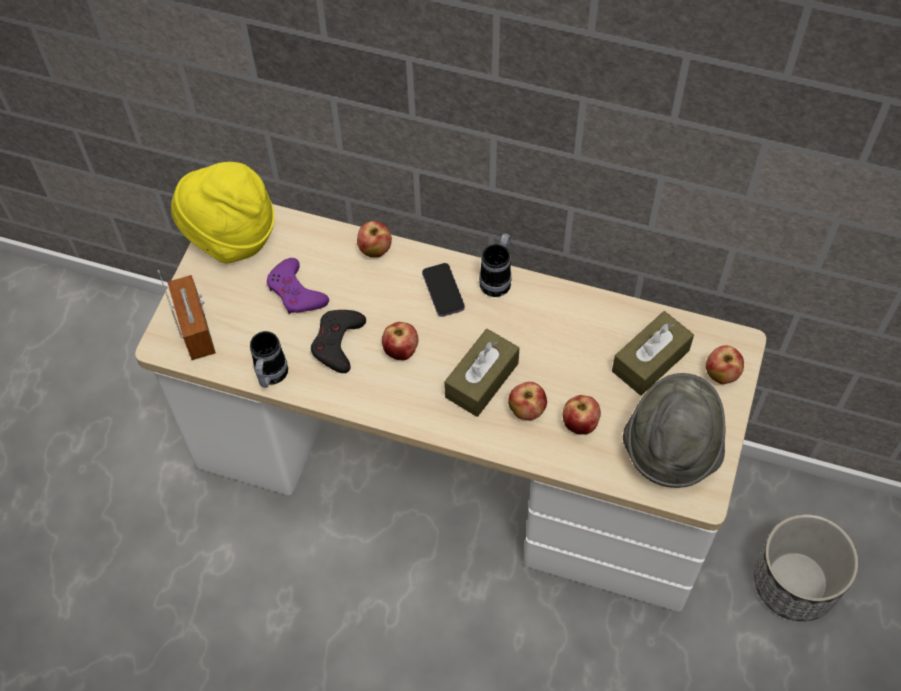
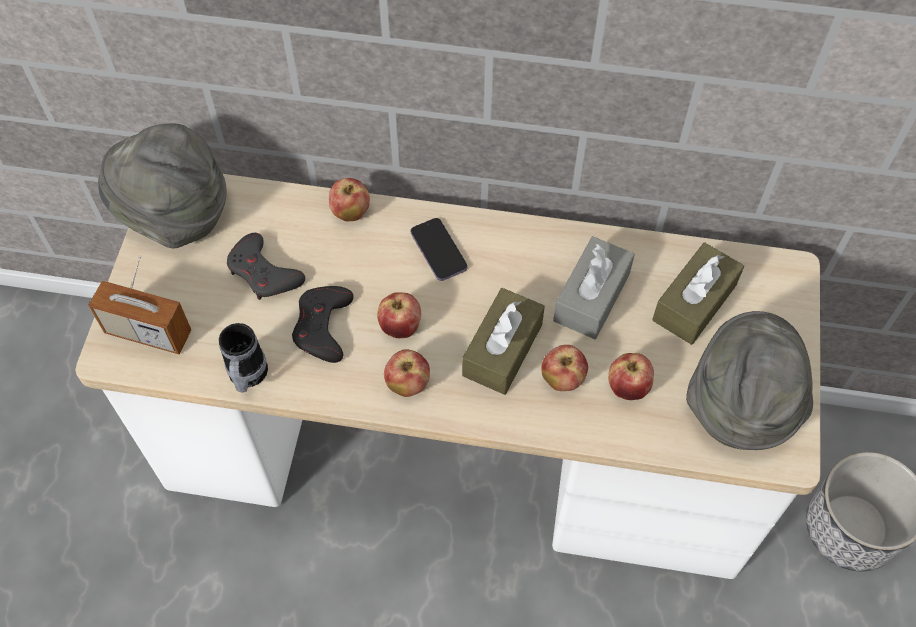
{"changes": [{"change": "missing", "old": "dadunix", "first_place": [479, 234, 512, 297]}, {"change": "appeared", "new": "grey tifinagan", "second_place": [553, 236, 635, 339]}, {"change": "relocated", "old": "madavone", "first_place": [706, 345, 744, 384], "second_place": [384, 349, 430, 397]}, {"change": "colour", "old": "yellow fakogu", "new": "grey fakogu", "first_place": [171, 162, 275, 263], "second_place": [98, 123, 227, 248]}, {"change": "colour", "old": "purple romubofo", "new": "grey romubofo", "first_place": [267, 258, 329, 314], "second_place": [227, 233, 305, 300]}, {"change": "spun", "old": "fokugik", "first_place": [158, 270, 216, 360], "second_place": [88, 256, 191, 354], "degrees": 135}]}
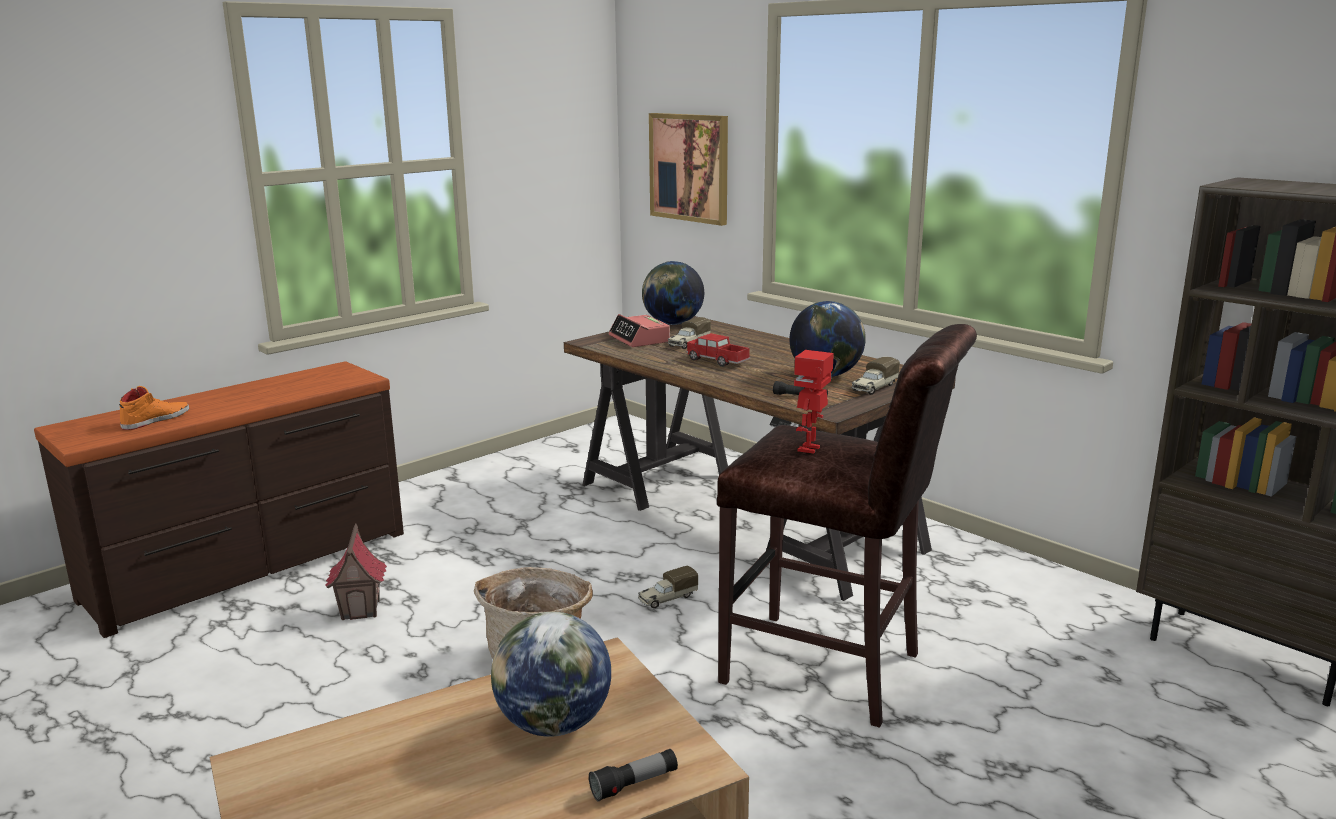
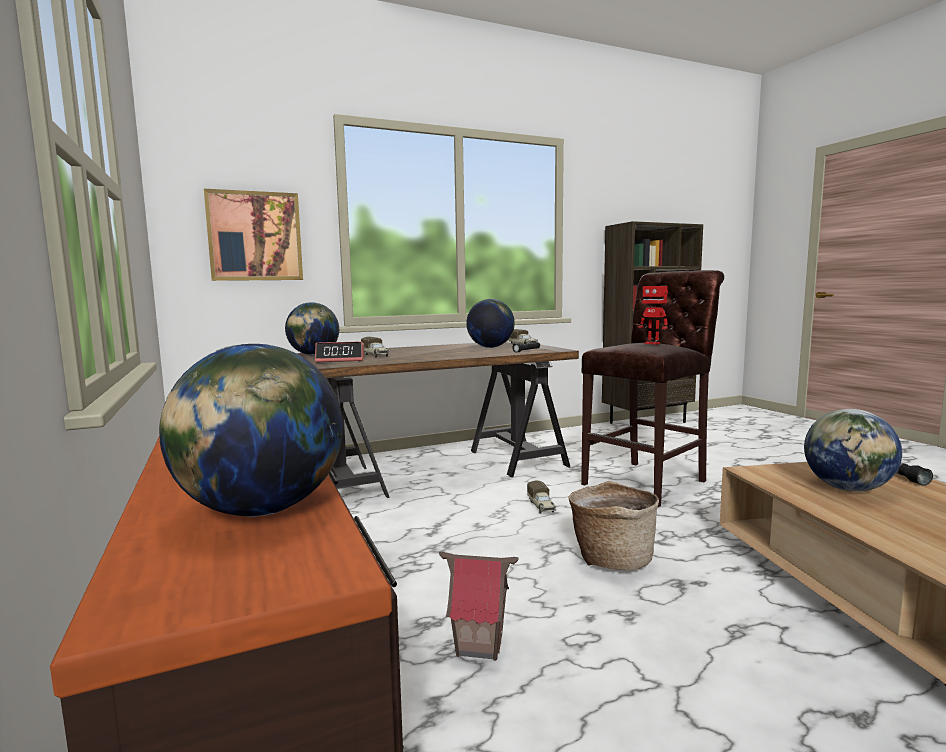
{"changes": [{"change": "missing", "old": "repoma", "first_place": [686, 333, 751, 367]}, {"change": "exchanged", "old": "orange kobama", "new": "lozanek", "first_place": [119, 386, 190, 430], "second_place": [159, 344, 343, 517]}]}
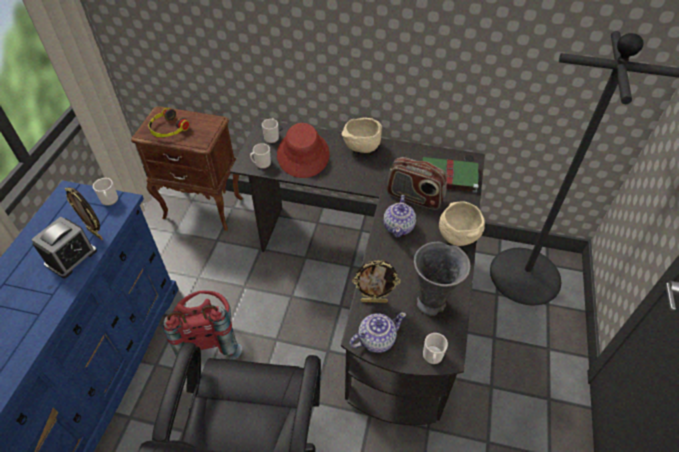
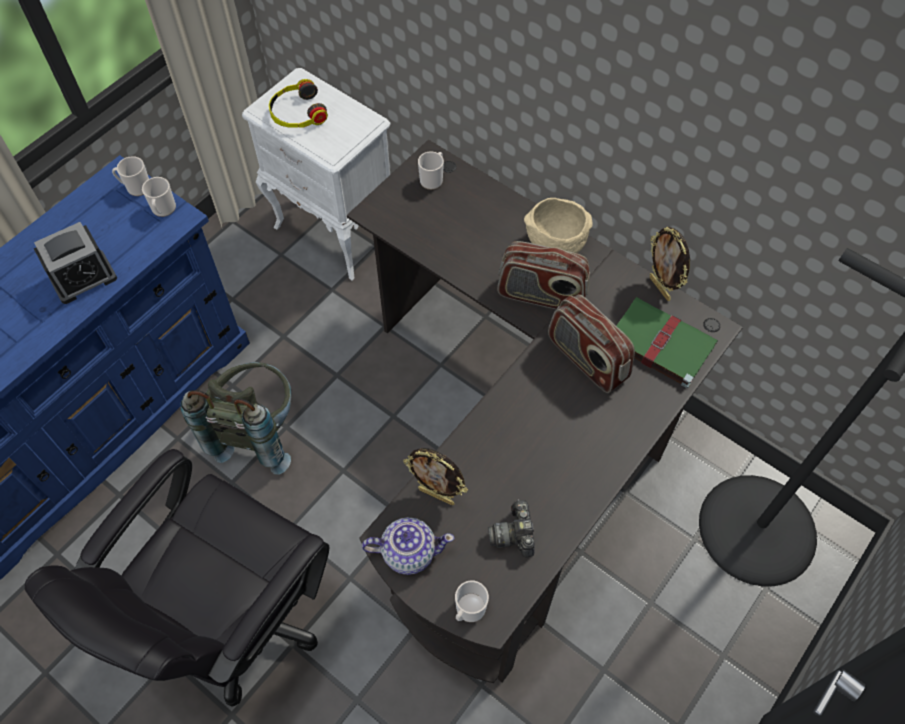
{"changes": [{"change": "missing", "old": "red fakogu", "first_place": [277, 123, 329, 178]}, {"change": "missing", "old": "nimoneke", "first_place": [384, 195, 416, 238]}, {"change": "missing", "old": "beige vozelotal", "first_place": [439, 201, 485, 246]}, {"change": "appeared", "new": "fokugik", "second_place": [497, 241, 590, 310]}, {"change": "relocated", "old": "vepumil", "first_place": [65, 187, 103, 240], "second_place": [650, 227, 690, 301]}, {"change": "relocated", "old": "dadunix", "first_place": [250, 143, 271, 169], "second_place": [112, 156, 149, 196]}, {"change": "exchanged", "old": "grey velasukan", "new": "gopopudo", "first_place": [414, 242, 471, 316], "second_place": [488, 499, 535, 557]}, {"change": "colour", "old": "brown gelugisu", "new": "white gelugisu", "first_place": [131, 106, 243, 231], "second_place": [242, 68, 391, 281]}, {"change": "colour", "old": "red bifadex", "new": "grey bifadex", "first_place": [162, 290, 242, 360], "second_place": [181, 362, 291, 475]}]}
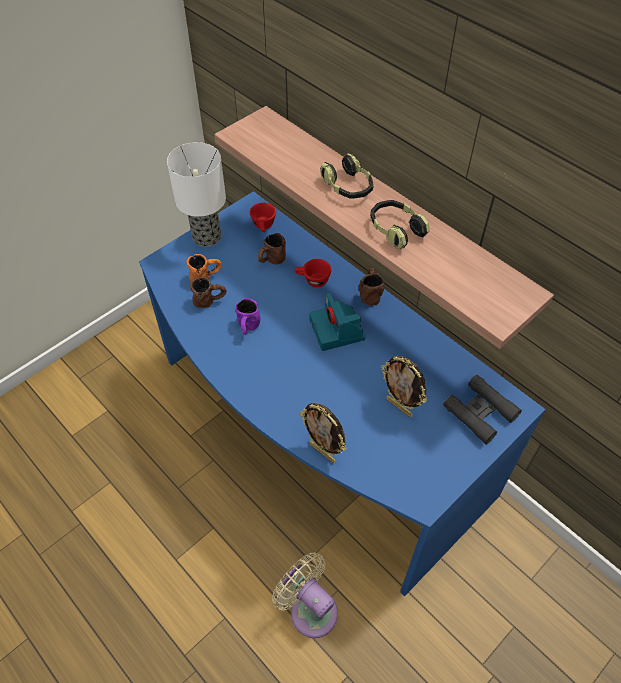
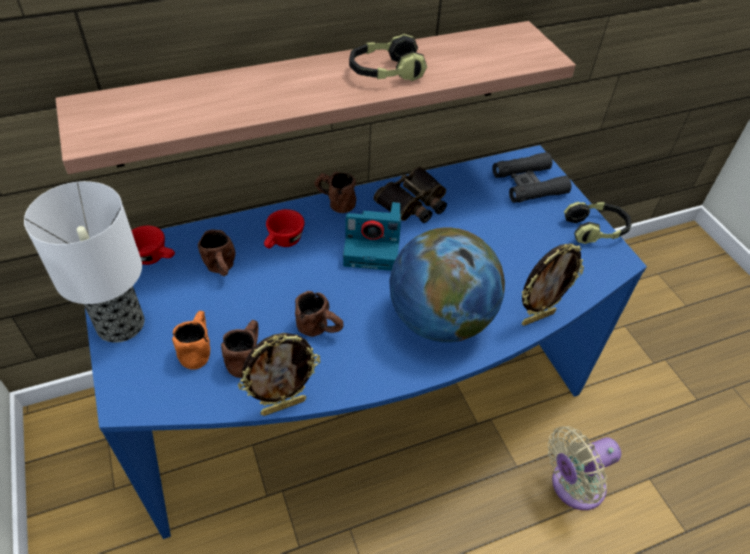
{"changes": [{"change": "appeared", "new": "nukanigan", "second_place": [374, 166, 447, 223]}, {"change": "appeared", "new": "lozanek", "second_place": [389, 228, 505, 342]}, {"change": "relocated", "old": "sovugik", "first_place": [320, 153, 374, 199], "second_place": [564, 201, 632, 244]}, {"change": "relocated", "old": "vepumil", "first_place": [381, 356, 427, 417], "second_place": [238, 333, 321, 416]}, {"change": "colour", "old": "purple dadunix", "new": "brown dadunix", "first_place": [235, 298, 260, 335], "second_place": [295, 291, 344, 337]}]}
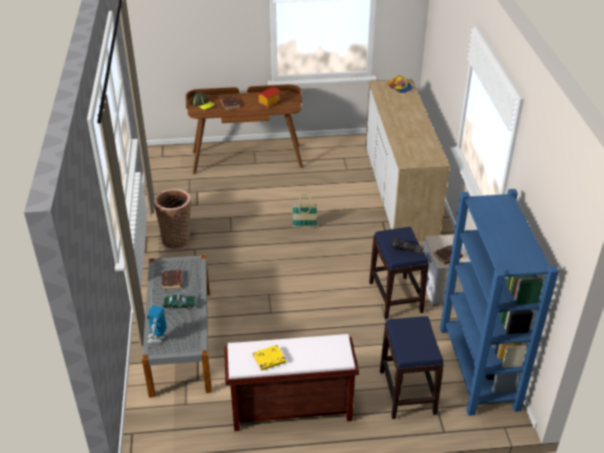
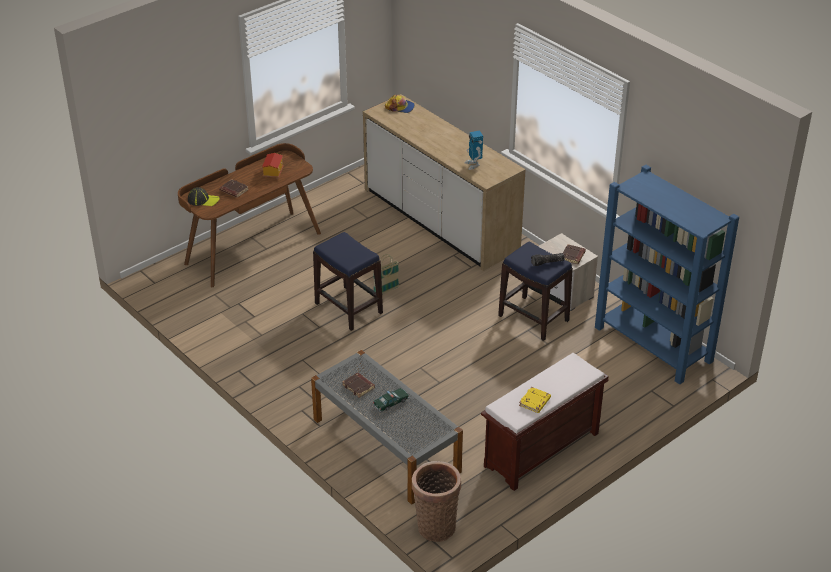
{"changes": [{"change": "relocated", "old": "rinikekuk", "first_place": [147, 305, 167, 343], "second_place": [465, 131, 483, 170]}, {"change": "relocated", "old": "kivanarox", "first_place": [154, 189, 191, 249], "second_place": [412, 461, 461, 542]}, {"change": "relocated", "old": "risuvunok", "first_place": [380, 316, 444, 419], "second_place": [313, 232, 383, 331]}]}
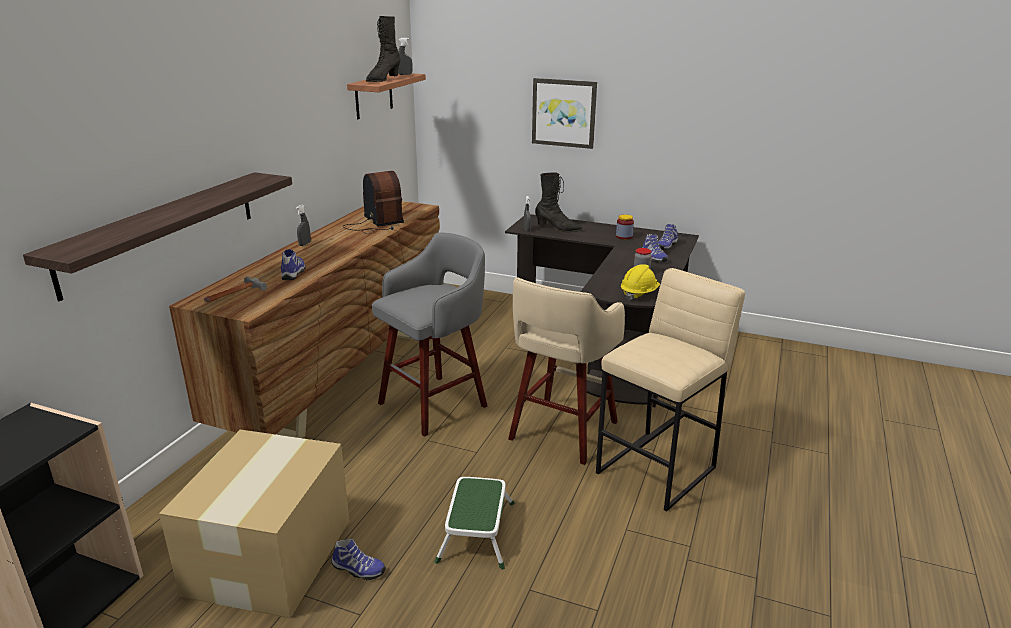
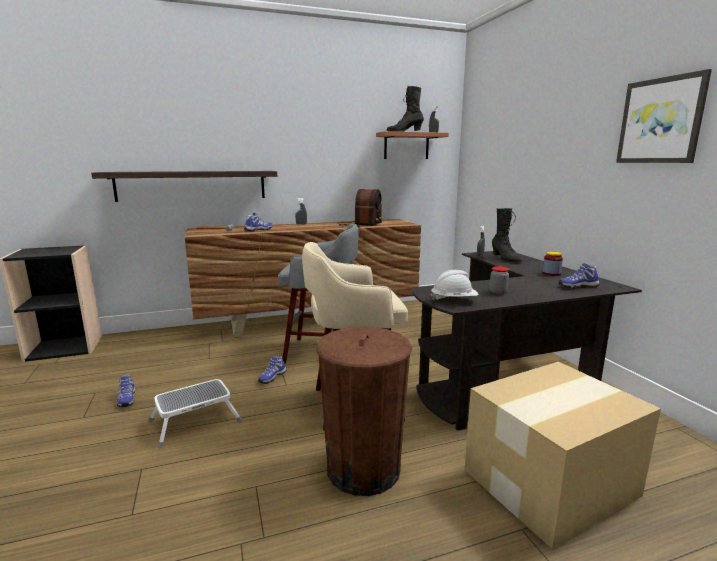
{"changes": [{"change": "relocated", "old": "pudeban", "first_place": [159, 430, 349, 618], "second_place": [465, 362, 661, 549]}, {"change": "relocated", "old": "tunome", "first_place": [532, 78, 597, 149], "second_place": [616, 69, 712, 163]}, {"change": "relocated", "old": "kobama", "first_place": [642, 234, 668, 262], "second_place": [258, 356, 286, 384]}, {"change": "exchanged", "old": "beige risuvunok", "new": "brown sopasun", "first_place": [596, 268, 745, 511], "second_place": [316, 327, 412, 496]}, {"change": "colour", "old": "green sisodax", "new": "grey sisodax", "first_place": [434, 477, 515, 570], "second_place": [148, 379, 242, 448]}, {"change": "colour", "old": "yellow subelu", "new": "white subelu", "first_place": [621, 264, 660, 300], "second_place": [431, 270, 478, 301]}]}
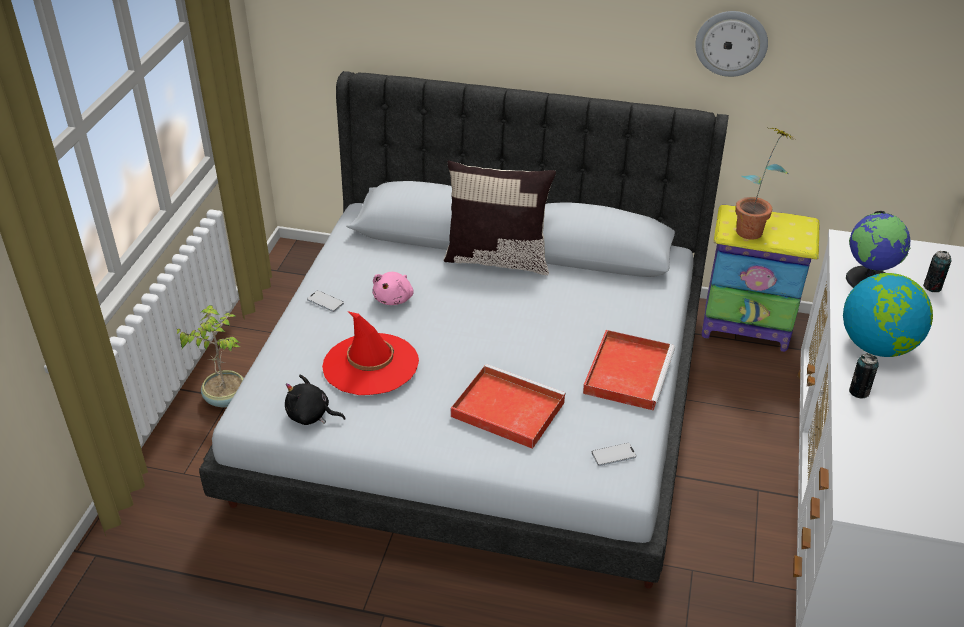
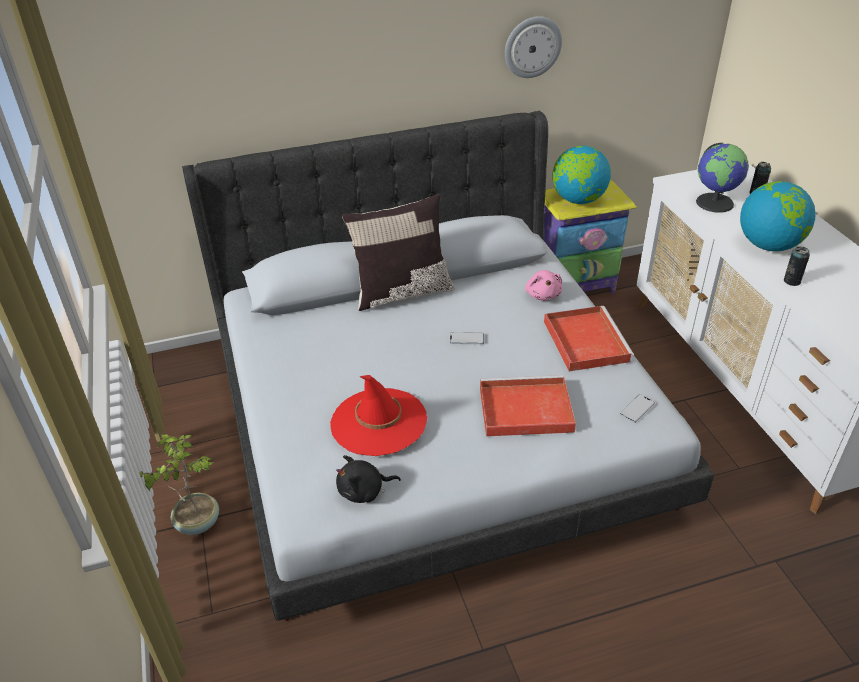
{"changes": [{"change": "relocated", "old": "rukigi", "first_place": [307, 290, 344, 312], "second_place": [450, 332, 484, 344]}, {"change": "relocated", "old": "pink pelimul", "first_place": [373, 272, 414, 305], "second_place": [525, 270, 562, 300]}, {"change": "exchanged", "old": "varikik", "new": "lozanek", "first_place": [735, 128, 795, 240], "second_place": [552, 146, 611, 204]}]}
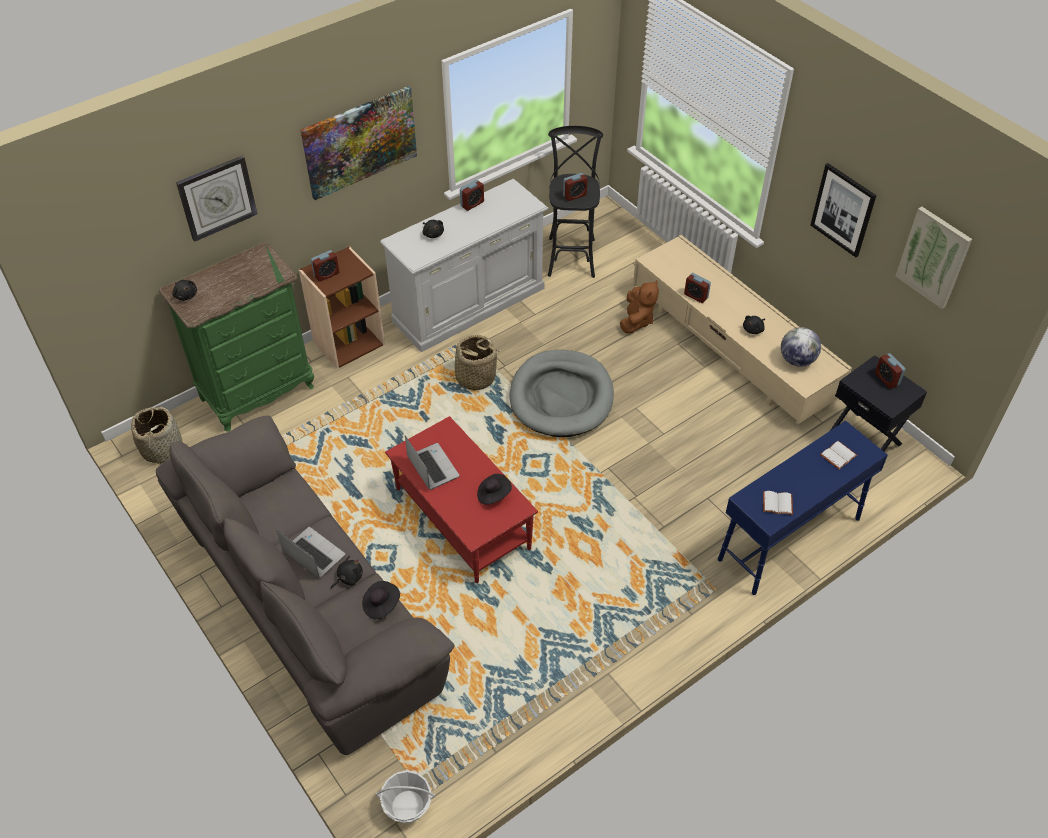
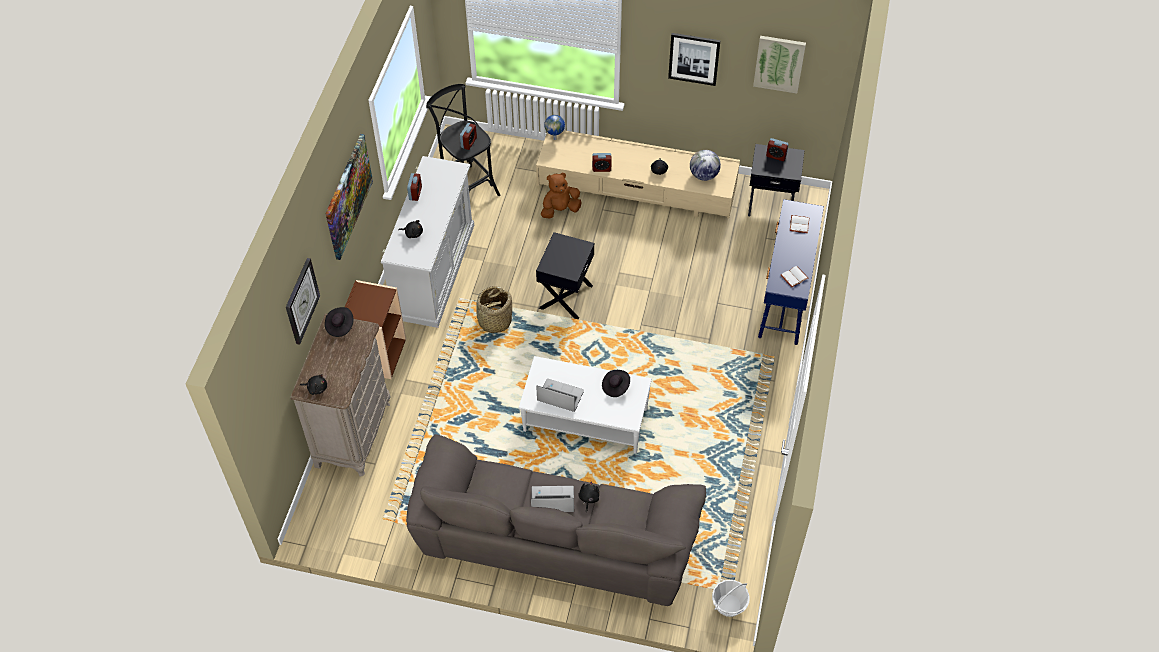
{"changes": [{"change": "missing", "old": "kivanarox", "first_place": [131, 406, 183, 465]}, {"change": "missing", "old": "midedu", "first_place": [311, 250, 339, 282]}, {"change": "appeared", "new": "lozanek", "second_place": [544, 115, 565, 140]}, {"change": "relocated", "old": "black fakogu", "first_place": [362, 581, 400, 619], "second_place": [325, 307, 354, 337]}, {"change": "exchanged", "old": "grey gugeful", "new": "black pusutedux", "first_place": [509, 350, 614, 437], "second_place": [536, 232, 594, 319]}, {"change": "colour", "old": "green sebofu", "new": "beige sebofu", "first_place": [159, 242, 314, 432], "second_place": [290, 314, 390, 477]}, {"change": "colour", "old": "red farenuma", "new": "white farenuma", "first_place": [385, 416, 538, 583], "second_place": [518, 356, 652, 454]}, {"change": "spun", "old": "brown pelimul", "first_place": [620, 280, 659, 333], "second_place": [541, 173, 582, 219], "degrees": -90}]}
